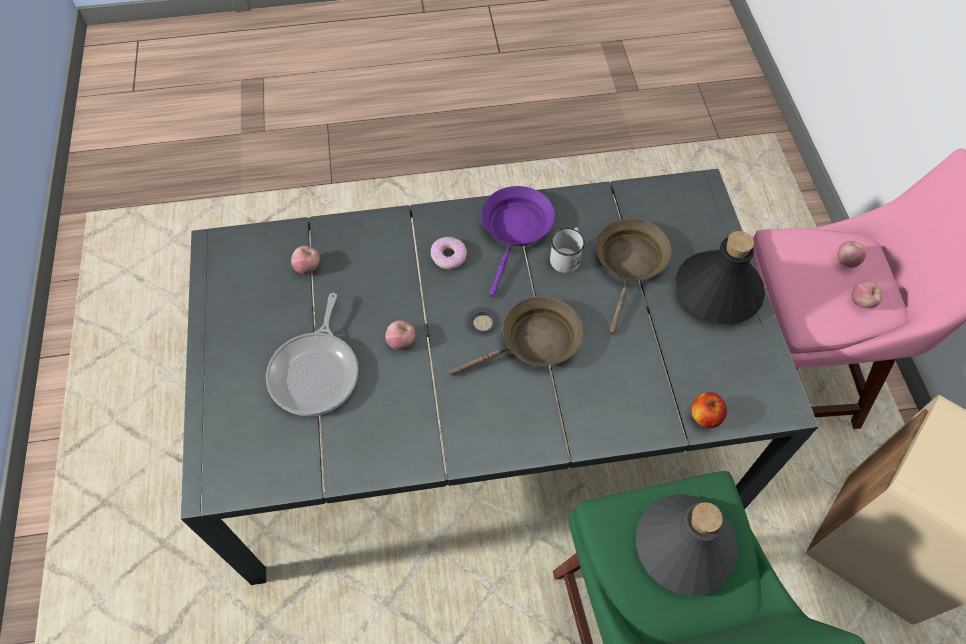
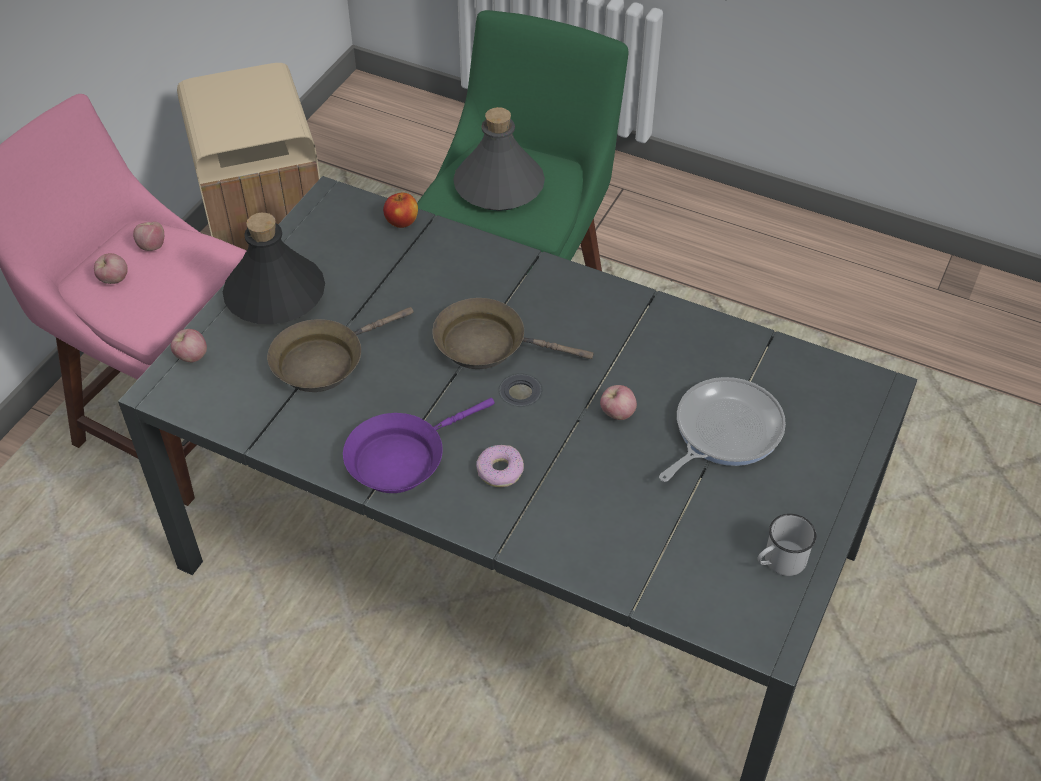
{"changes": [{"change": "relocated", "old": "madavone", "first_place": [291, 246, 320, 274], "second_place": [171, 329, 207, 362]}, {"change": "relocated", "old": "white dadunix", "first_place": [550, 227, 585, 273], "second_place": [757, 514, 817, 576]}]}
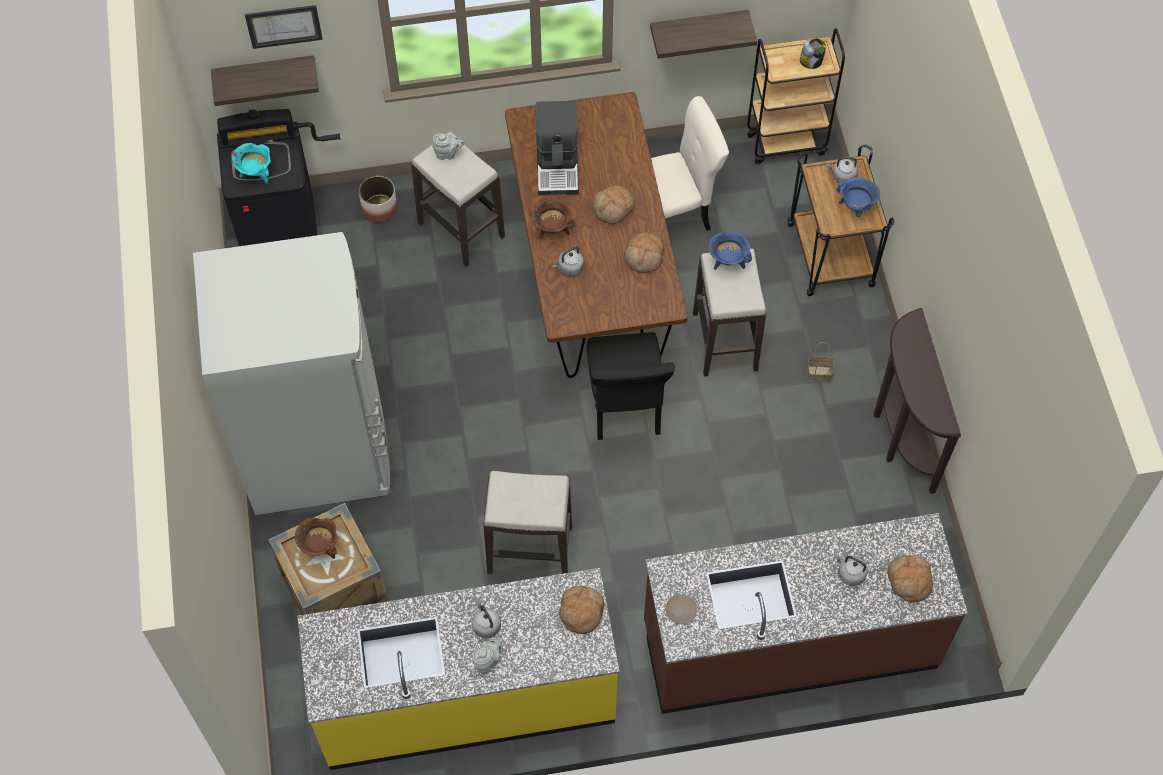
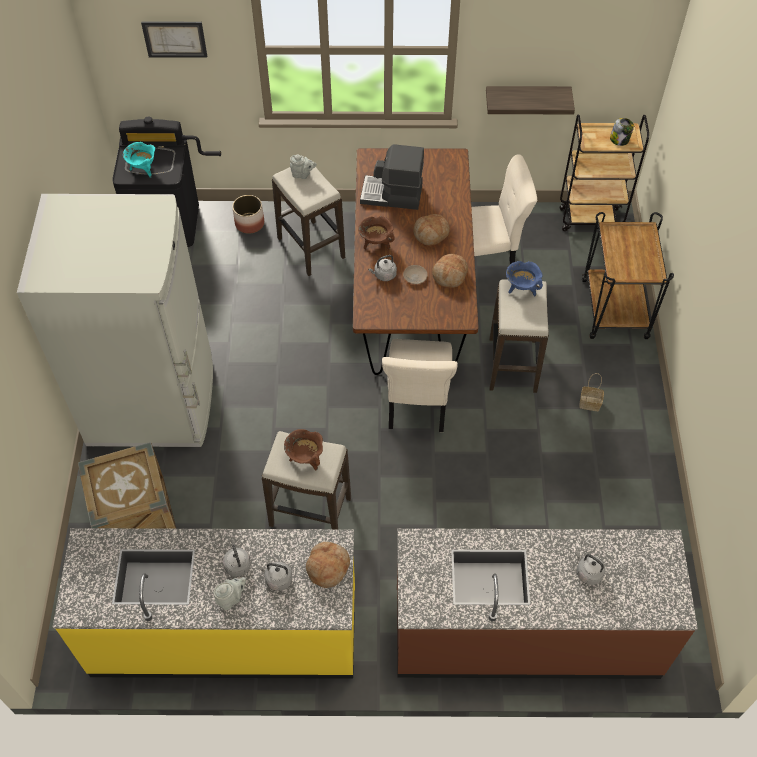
{"changes": [{"change": "missing", "old": "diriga", "first_place": [211, 55, 319, 106]}, {"change": "missing", "old": "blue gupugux", "first_place": [836, 177, 880, 217]}, {"change": "missing", "old": "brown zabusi", "first_place": [874, 308, 961, 494]}, {"change": "missing", "old": "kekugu", "first_place": [887, 555, 933, 602]}, {"change": "relocated", "old": "brown gupugux", "first_place": [295, 518, 338, 559], "second_place": [284, 429, 323, 471]}, {"change": "relocated", "old": "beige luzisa", "first_place": [665, 594, 697, 624], "second_place": [403, 265, 428, 284]}, {"change": "relocated", "old": "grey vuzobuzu", "first_place": [827, 157, 858, 184], "second_place": [257, 562, 293, 591]}, {"change": "colour", "old": "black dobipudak", "new": "beige dobipudak", "first_place": [587, 332, 675, 440], "second_place": [382, 339, 458, 432]}, {"change": "spun", "old": "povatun", "first_place": [536, 101, 578, 195], "second_place": [360, 144, 424, 210], "degrees": 90}]}
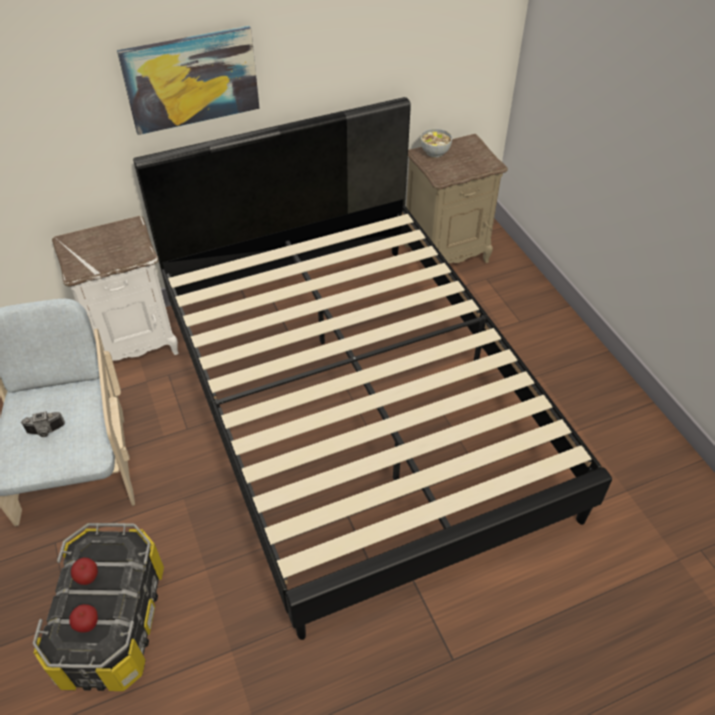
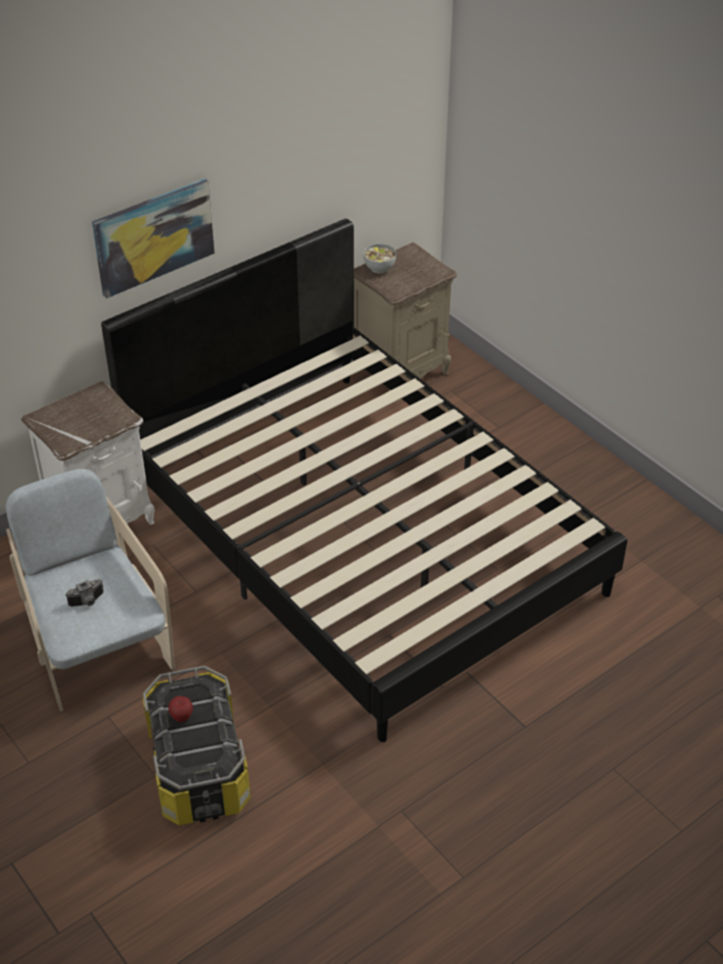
{"changes": [{"change": "missing", "old": "madavone", "first_place": [69, 604, 98, 633]}]}
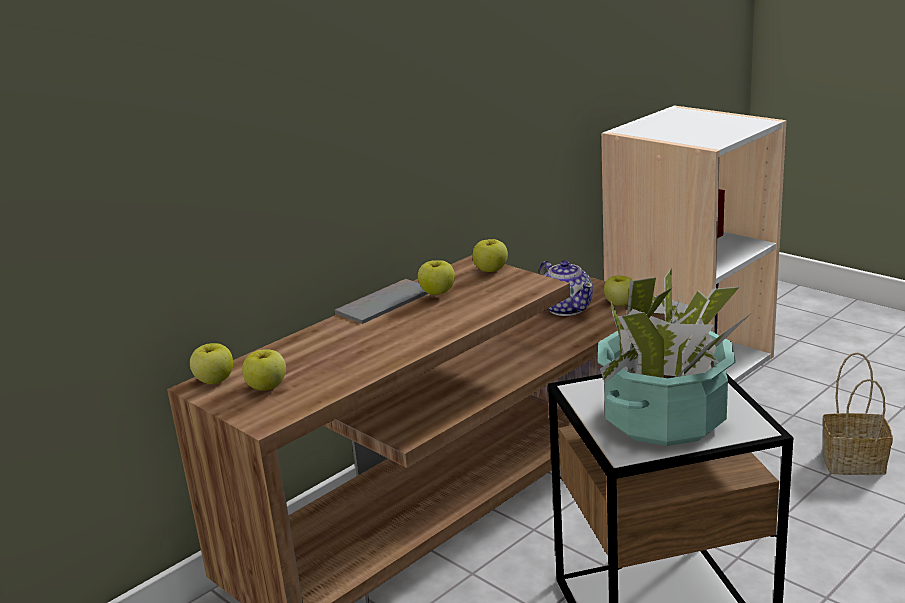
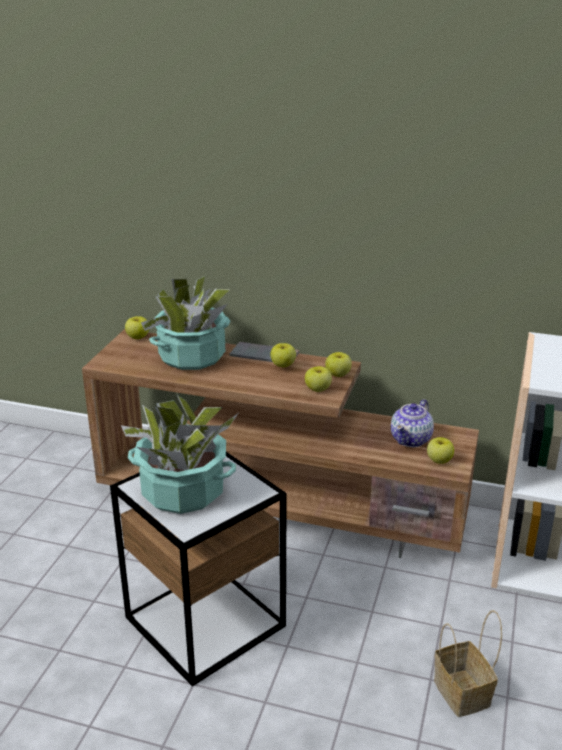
{"changes": [{"change": "appeared", "new": "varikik", "second_place": [141, 276, 230, 370]}, {"change": "relocated", "old": "madavone", "first_place": [242, 349, 286, 391], "second_place": [305, 366, 332, 392]}]}
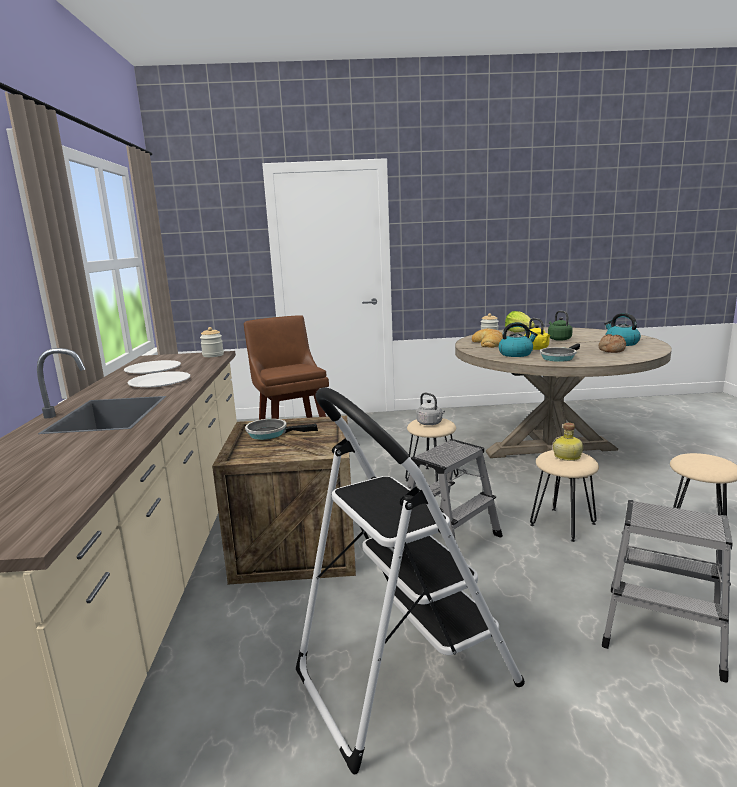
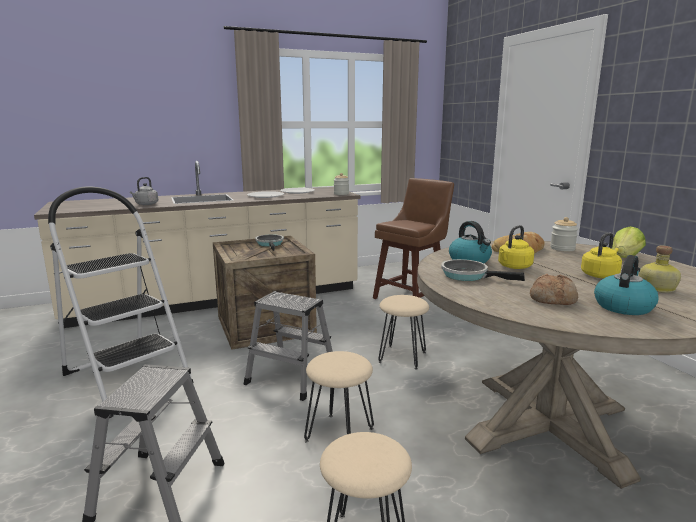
{"changes": [{"change": "relocated", "old": "grey vuzobuzu", "first_place": [416, 393, 445, 425], "second_place": [130, 177, 158, 205]}, {"change": "relocated", "old": "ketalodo", "first_place": [553, 423, 583, 461], "second_place": [639, 246, 681, 293]}, {"change": "colour", "old": "green vuzobuzu", "new": "yellow vuzobuzu", "first_place": [548, 311, 573, 341], "second_place": [581, 233, 622, 278]}]}
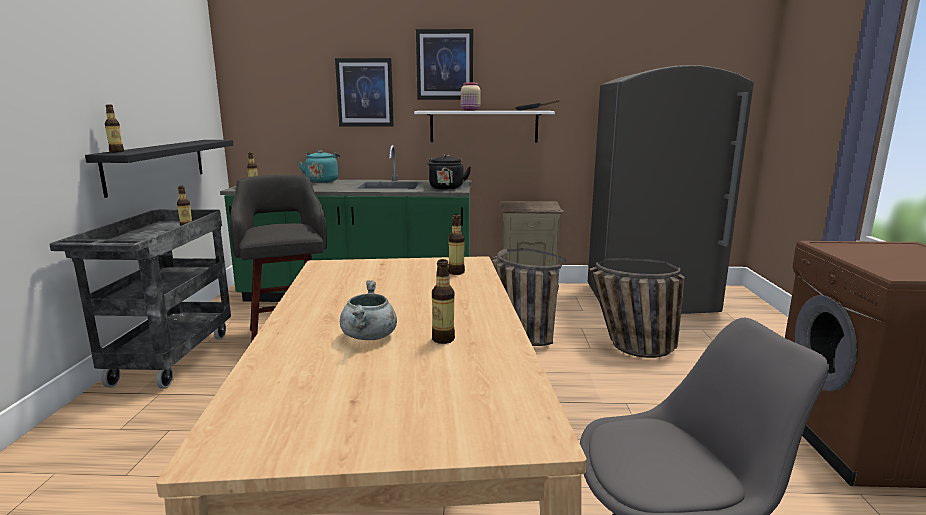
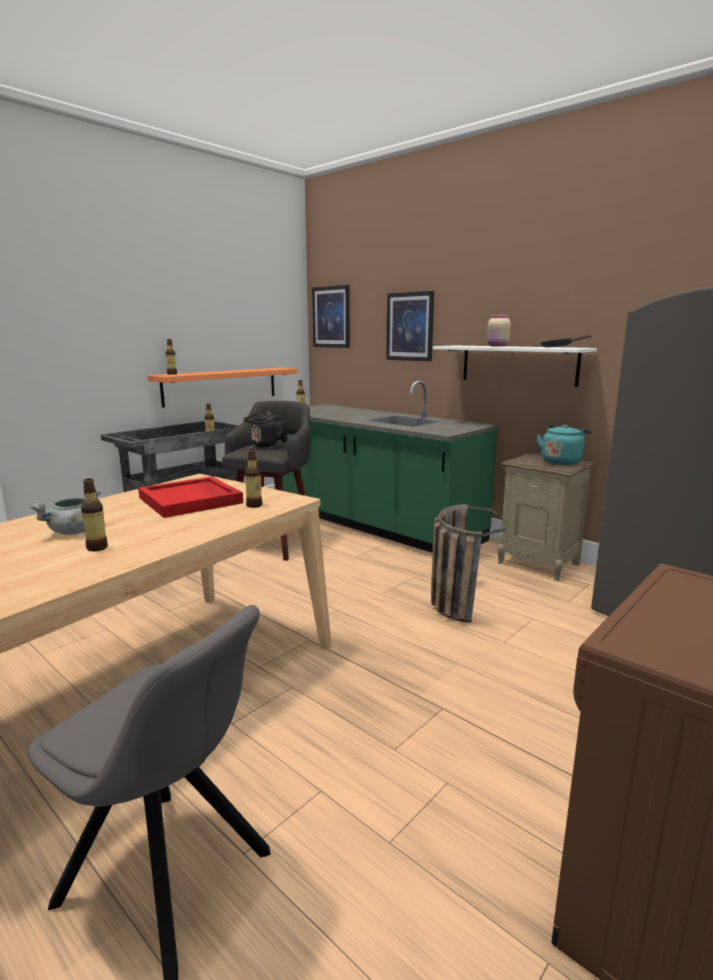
{"changes": [{"change": "missing", "old": "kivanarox", "first_place": [590, 258, 685, 358]}, {"change": "appeared", "new": "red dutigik", "second_place": [138, 476, 243, 518]}, {"change": "relocated", "old": "turquoise vuzobuzu", "first_place": [298, 150, 340, 183], "second_place": [537, 424, 591, 465]}, {"change": "relocated", "old": "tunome", "first_place": [416, 29, 473, 100], "second_place": [312, 285, 350, 348]}, {"change": "relocated", "old": "black vuzobuzu", "first_place": [427, 154, 471, 190], "second_place": [243, 411, 287, 448]}, {"change": "colour", "old": "black diriga", "new": "orange diriga", "first_place": [85, 140, 233, 198], "second_place": [148, 368, 298, 408]}]}
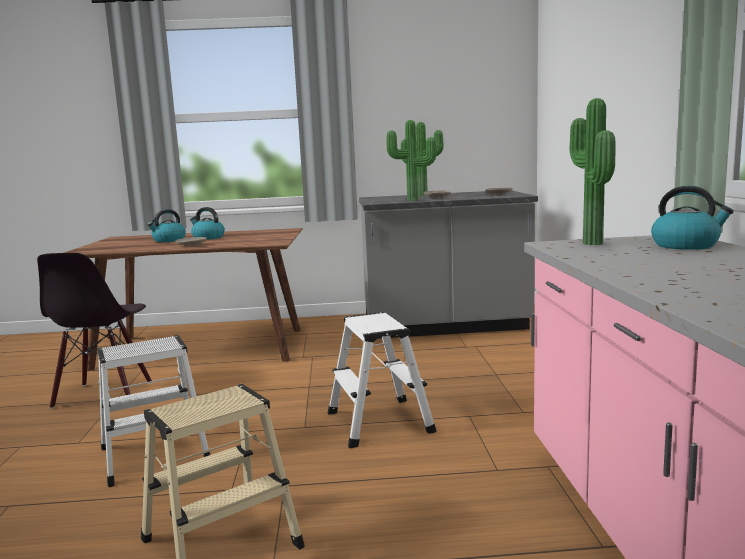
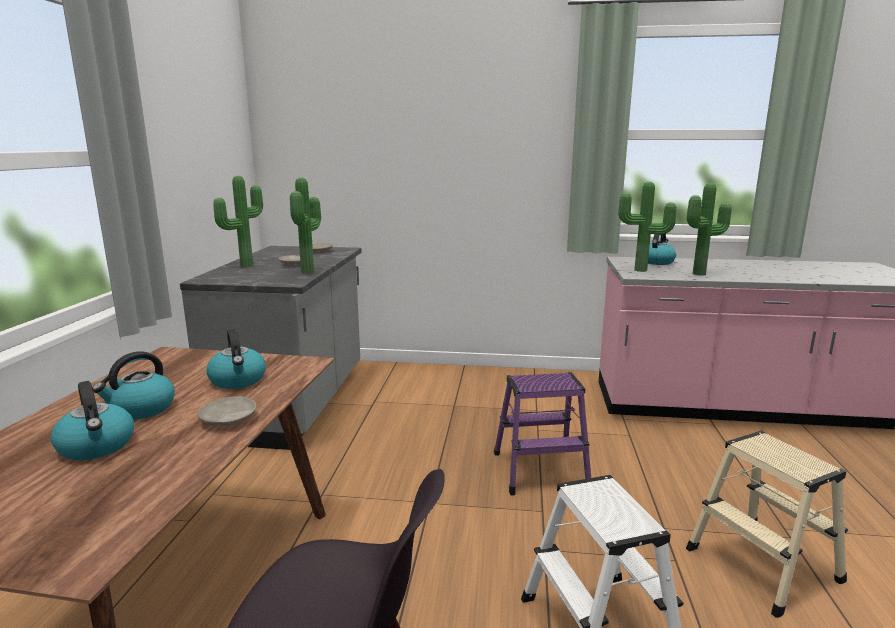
{"changes": [{"change": "appeared", "new": "vuzobuzu", "second_place": [206, 328, 266, 389]}, {"change": "appeared", "new": "varikik", "second_place": [687, 183, 731, 276]}, {"change": "colour", "old": "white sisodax", "new": "purple sisodax", "first_place": [328, 312, 437, 448], "second_place": [494, 372, 591, 495]}]}
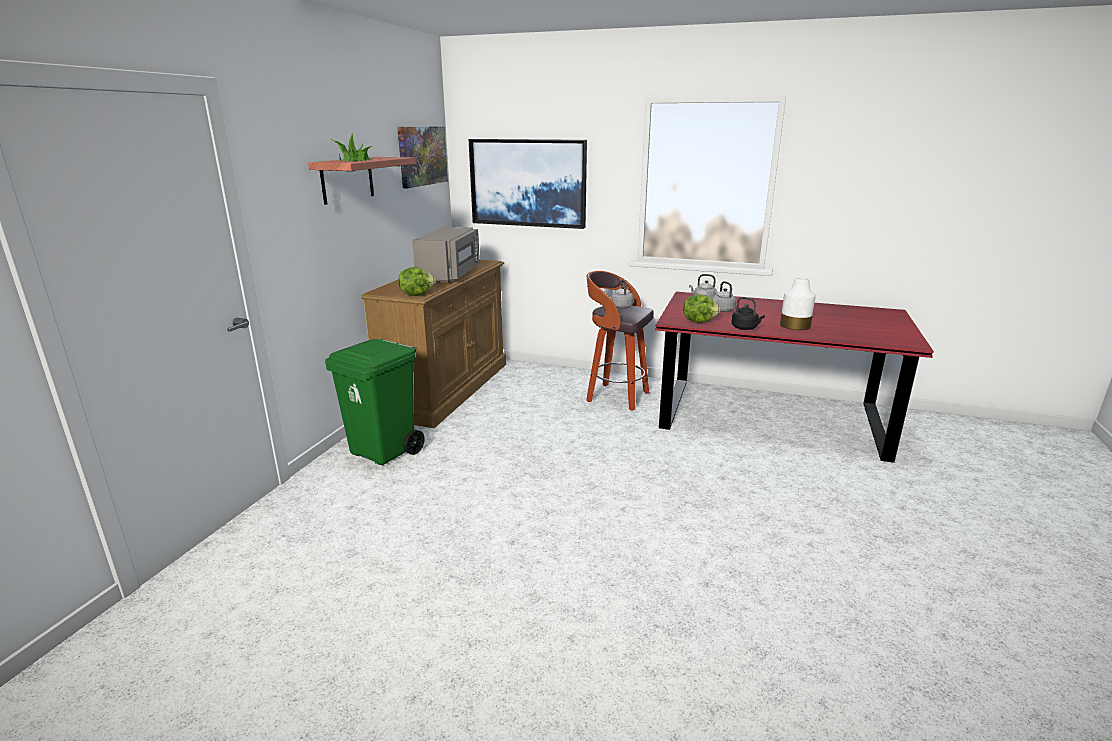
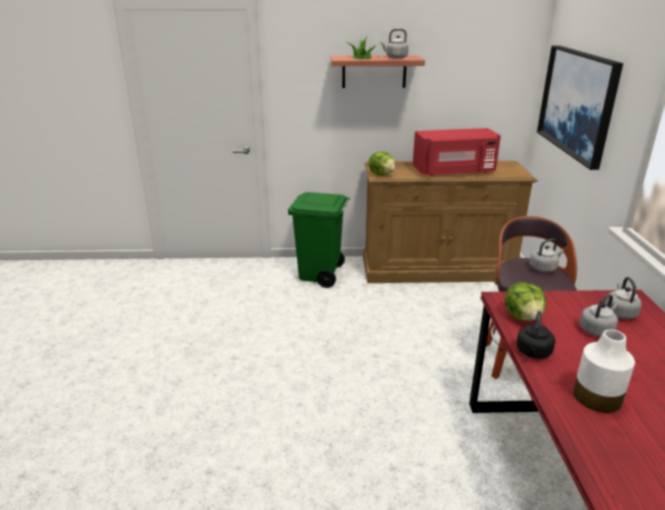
{"changes": [{"change": "missing", "old": "tunome", "first_place": [397, 126, 448, 188]}, {"change": "appeared", "new": "grey vuzobuzu", "second_place": [380, 29, 409, 59]}, {"change": "colour", "old": "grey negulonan", "new": "red negulonan", "first_place": [412, 227, 480, 282], "second_place": [413, 128, 501, 176]}]}
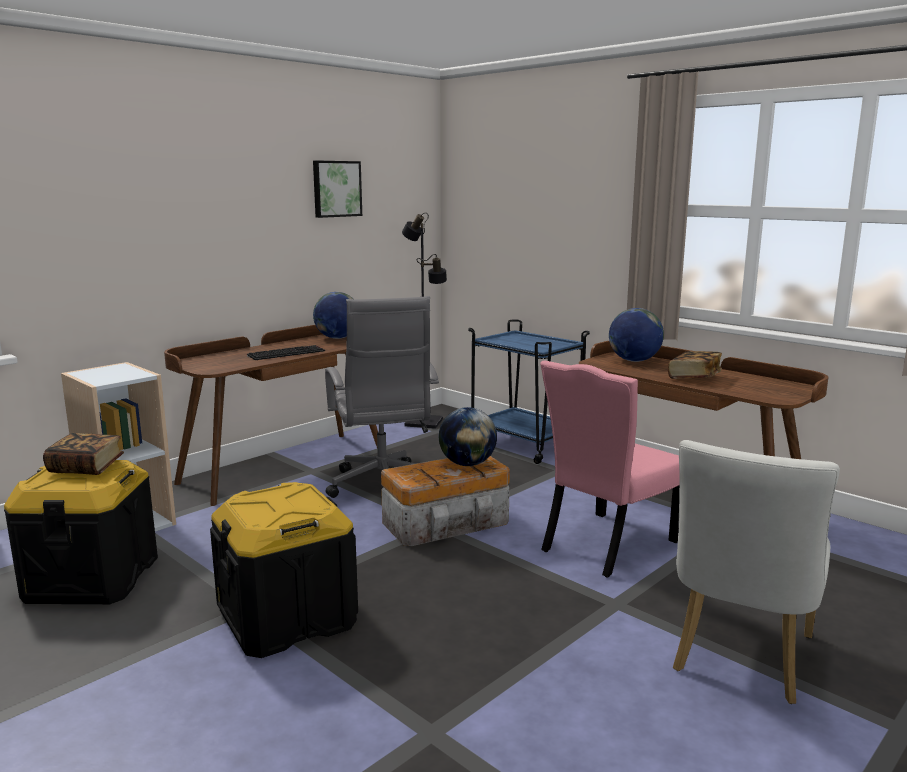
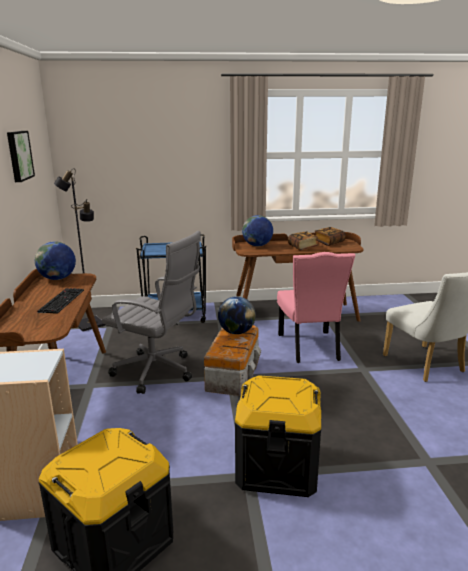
{"changes": [{"change": "relocated", "old": "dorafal", "first_place": [43, 433, 124, 475], "second_place": [315, 227, 346, 246]}]}
